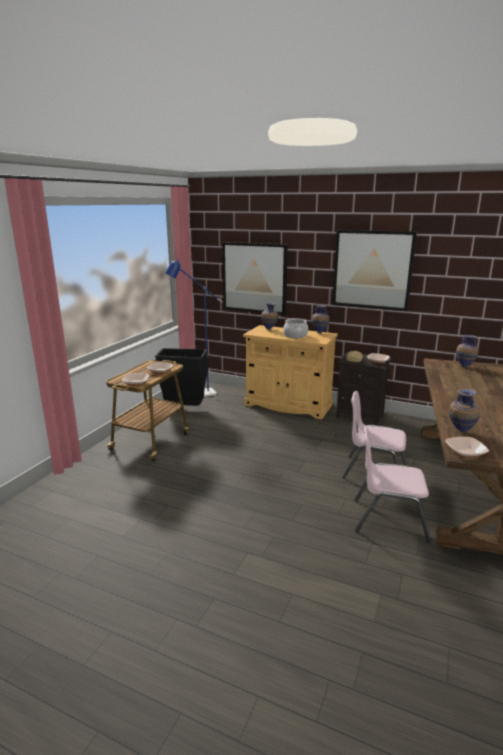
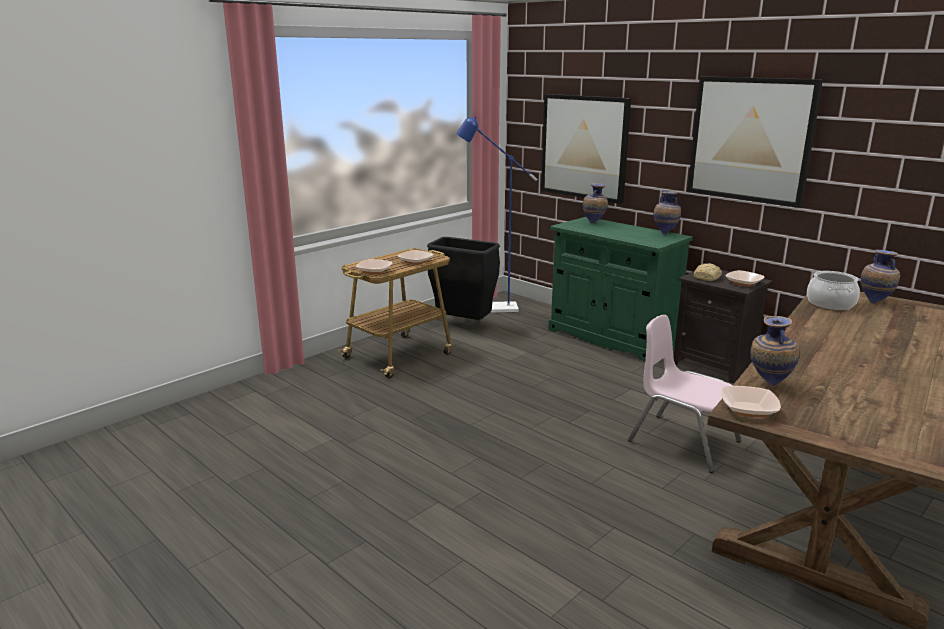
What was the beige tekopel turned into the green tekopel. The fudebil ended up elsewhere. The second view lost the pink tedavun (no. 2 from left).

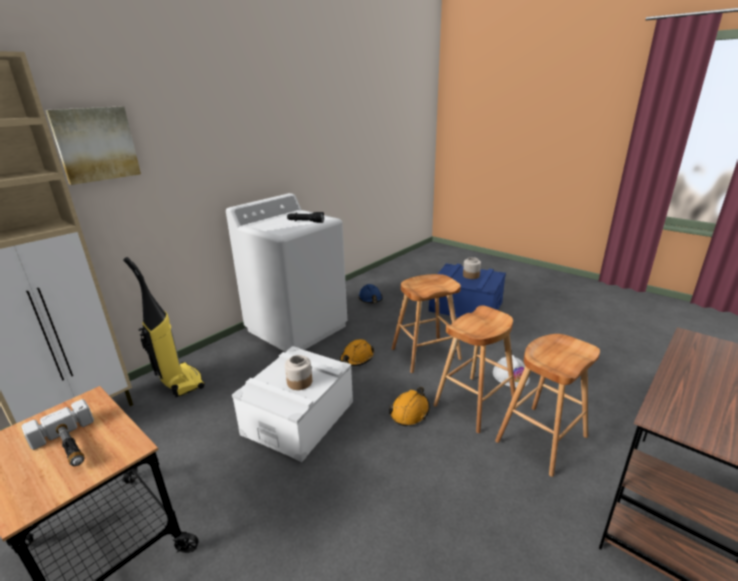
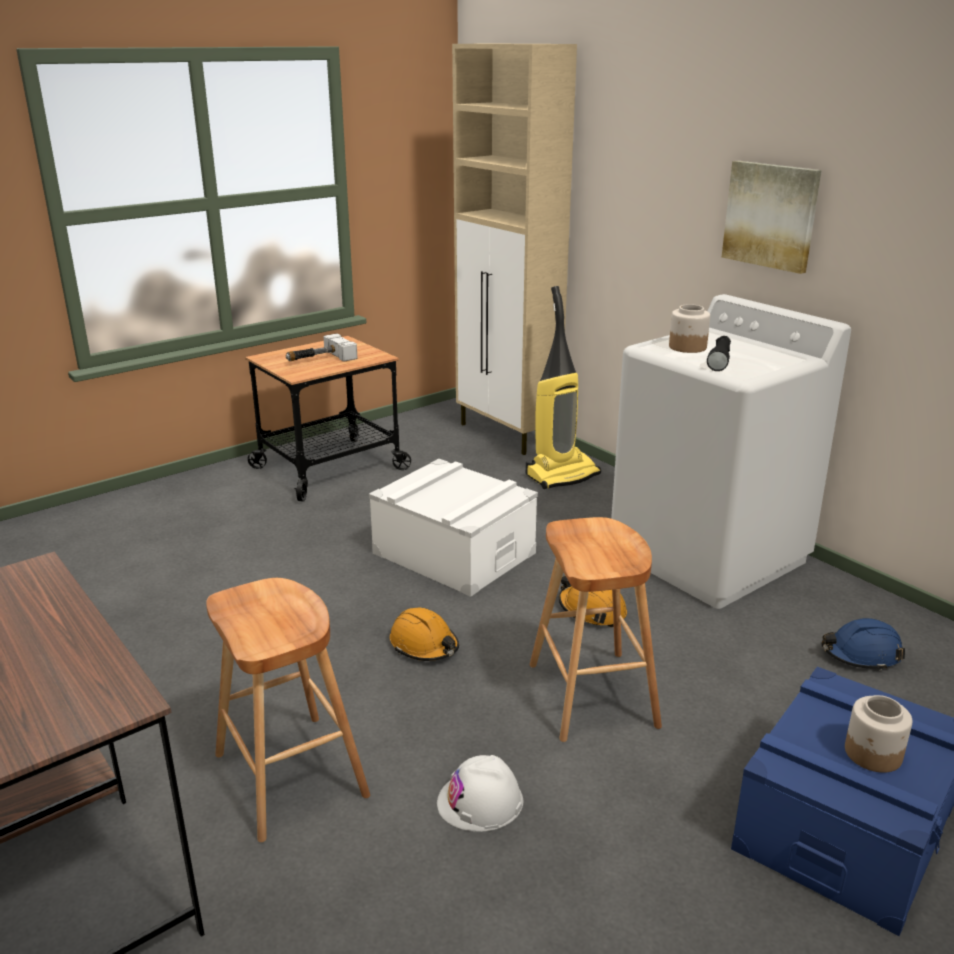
The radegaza ended up elsewhere. The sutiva (no. 1 from left) ended up elsewhere. The second view lost the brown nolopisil (no. 2 from left).

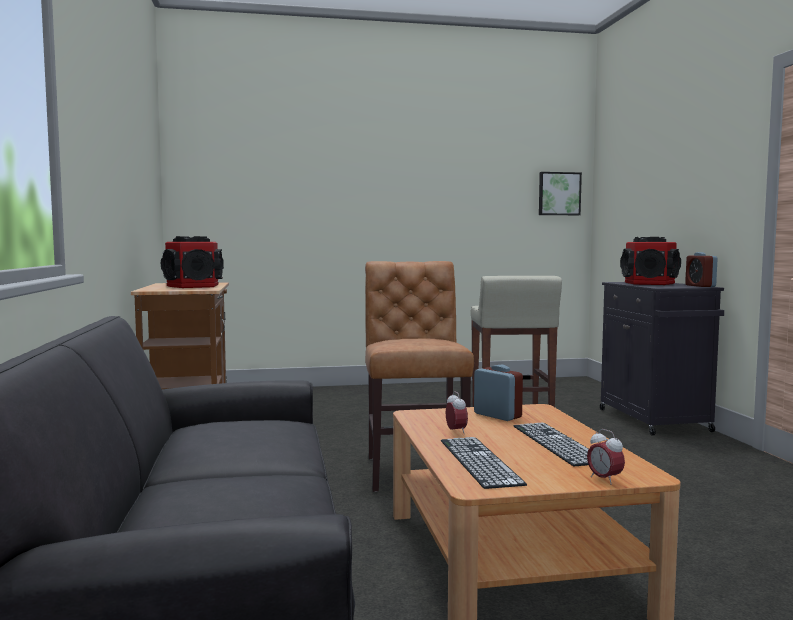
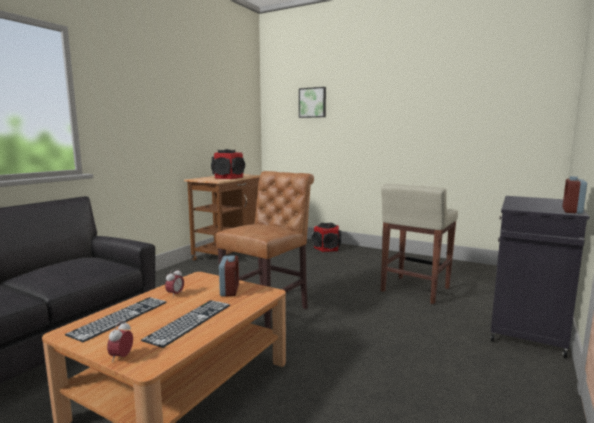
The radegaza ended up elsewhere. The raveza (no. 2 from left) ended up elsewhere.

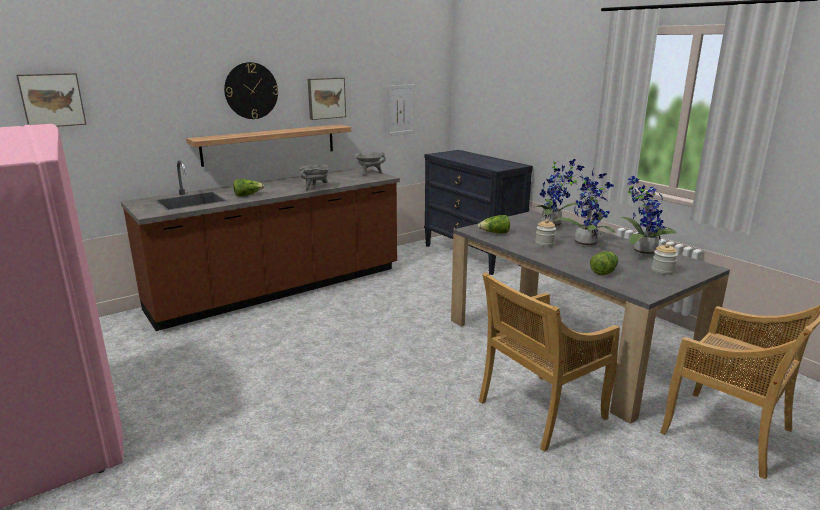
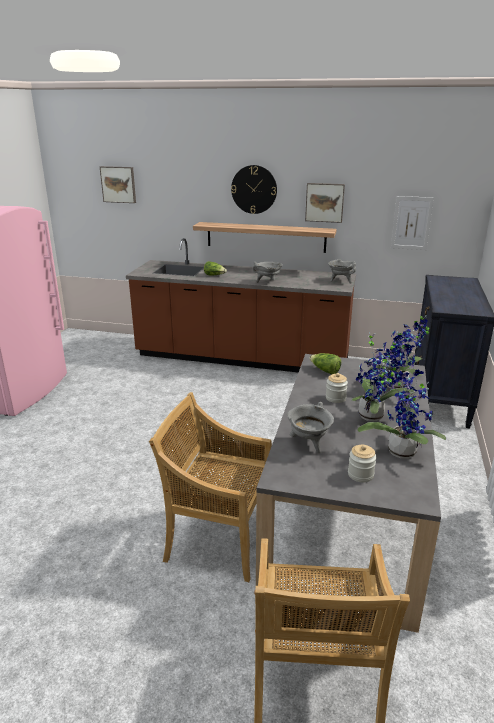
Where the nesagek (no. 3 from left) stood, the grey fudebil (no. 2 from left) came to stand.

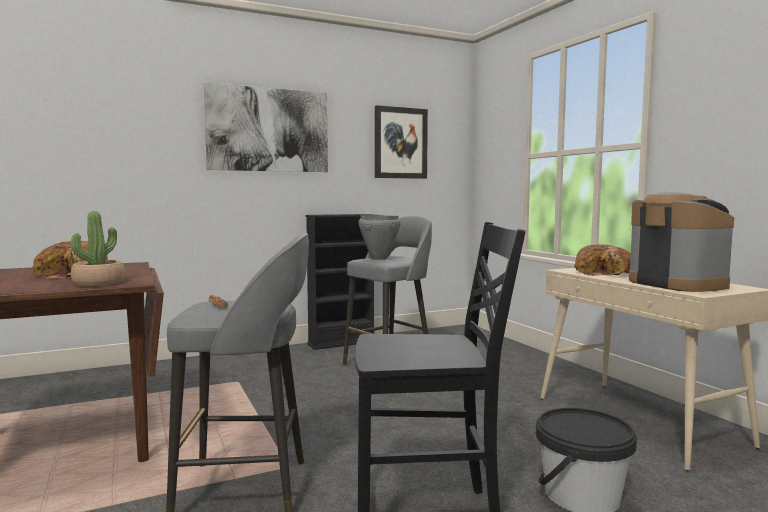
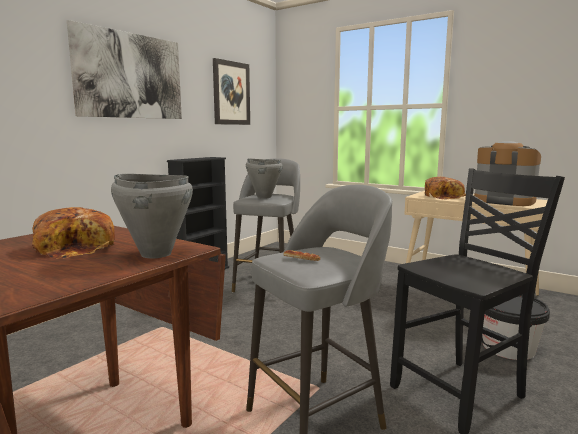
Where the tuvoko stood, the grey fudebil (no. 1 from left) came to stand.

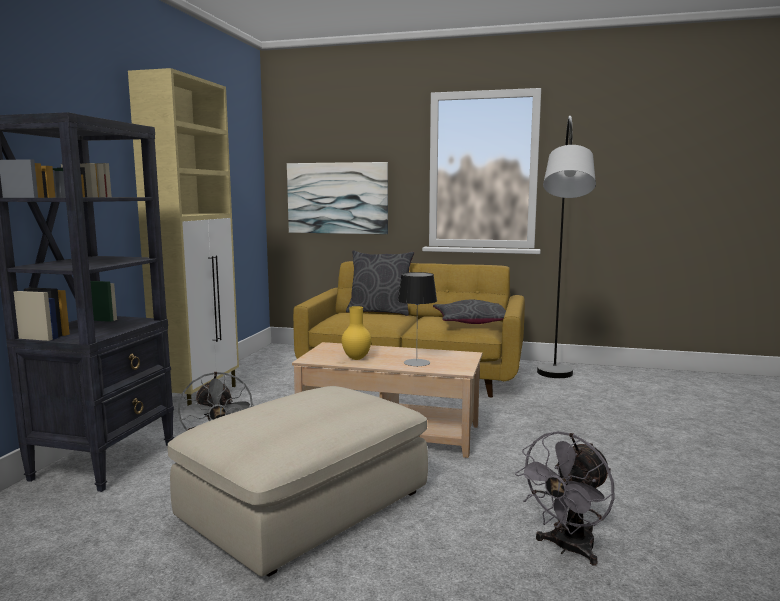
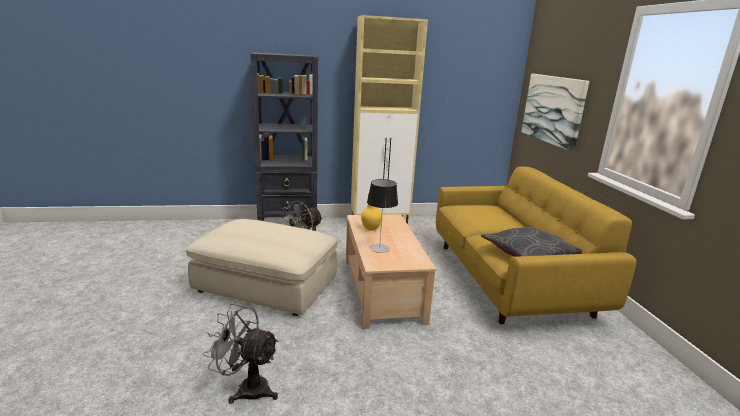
The second view lost the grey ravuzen (no. 1 from left). The second view lost the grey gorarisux.

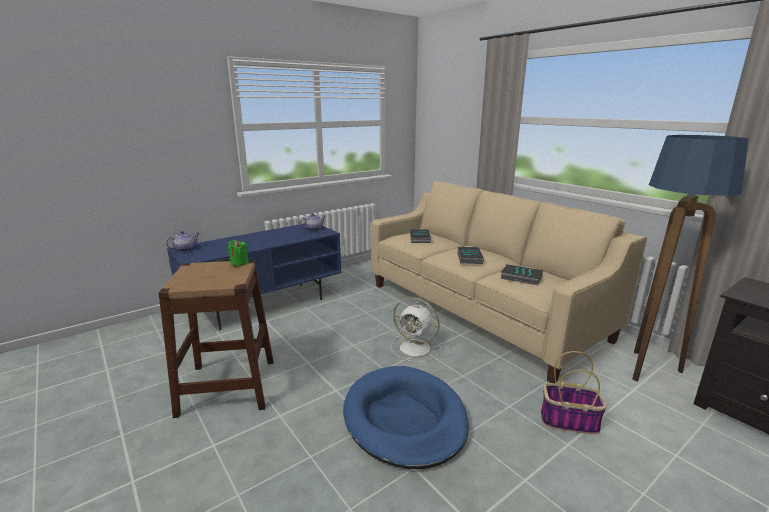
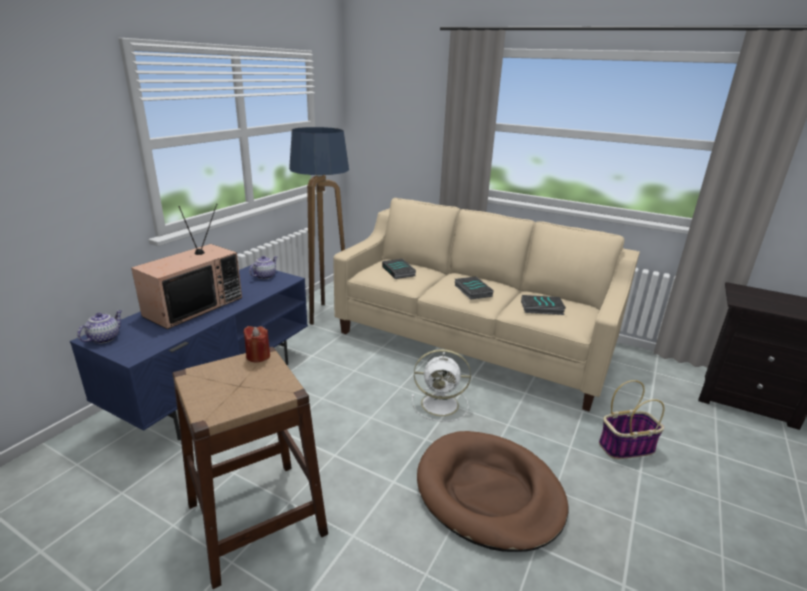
What was the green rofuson turned into the red rofuson. What was the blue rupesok turned into the brown rupesok. The gorarisux ended up elsewhere. The second view gained the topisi.

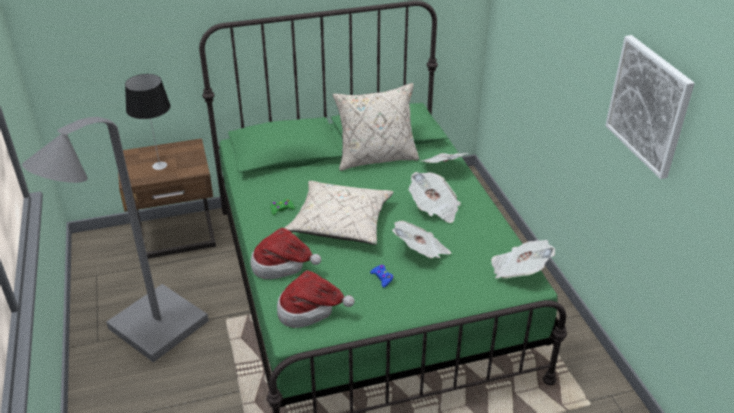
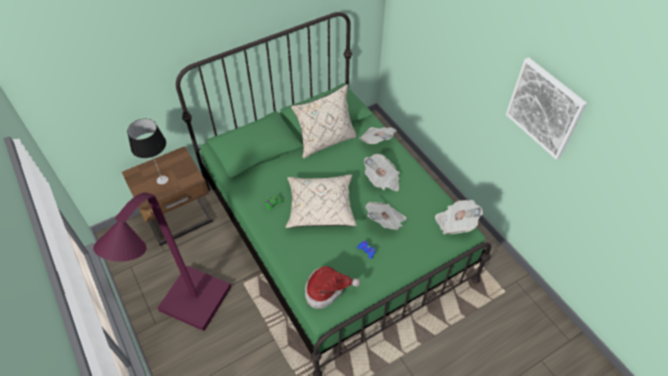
What was the grey gorarisux turned into the purple gorarisux. The second view lost the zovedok (no. 1 from left).

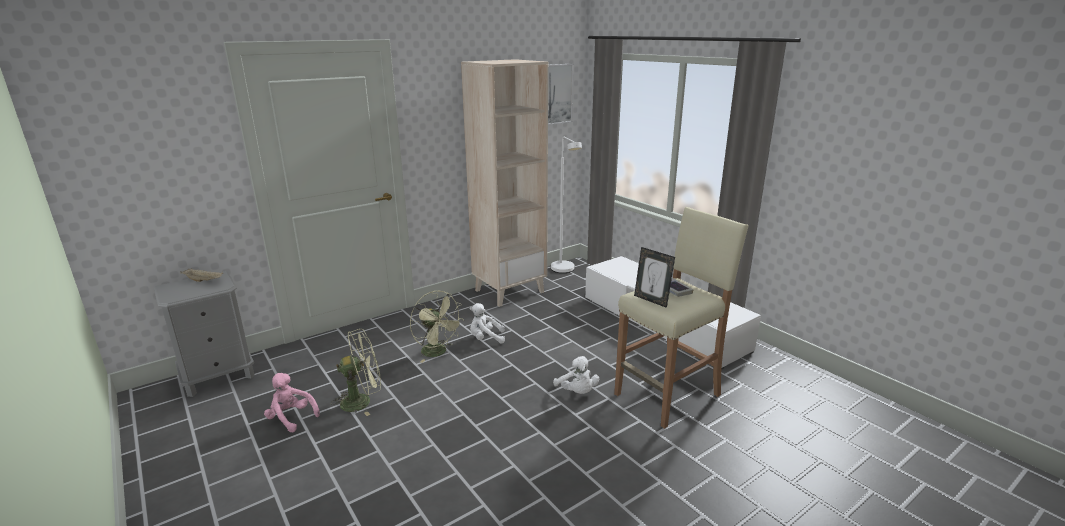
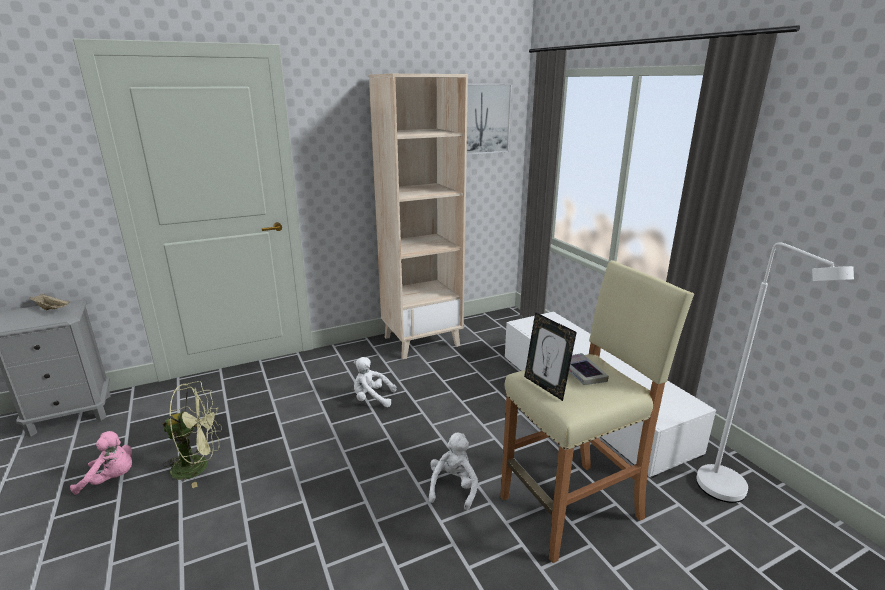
The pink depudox ended up facing another way, 135 degrees clockwise from before. The second view lost the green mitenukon (no. 2 from left). The white gorarisux ended up elsewhere. The white depudox (no. 2 from left) ended up facing another way, 150 degrees counterclockwise from before.

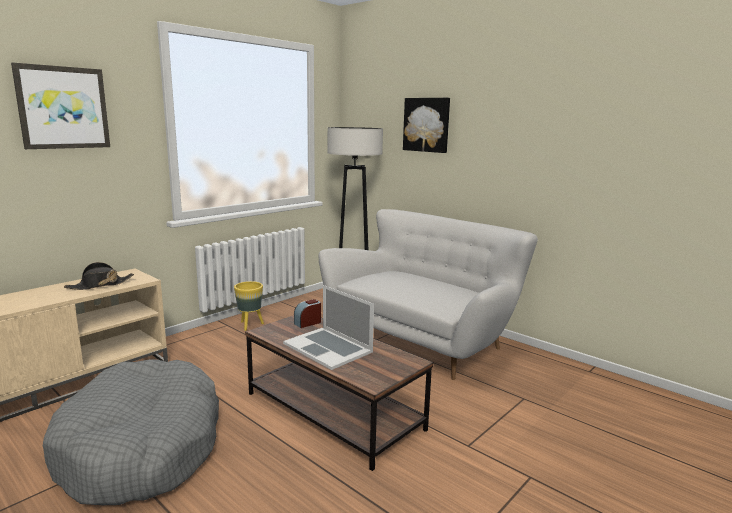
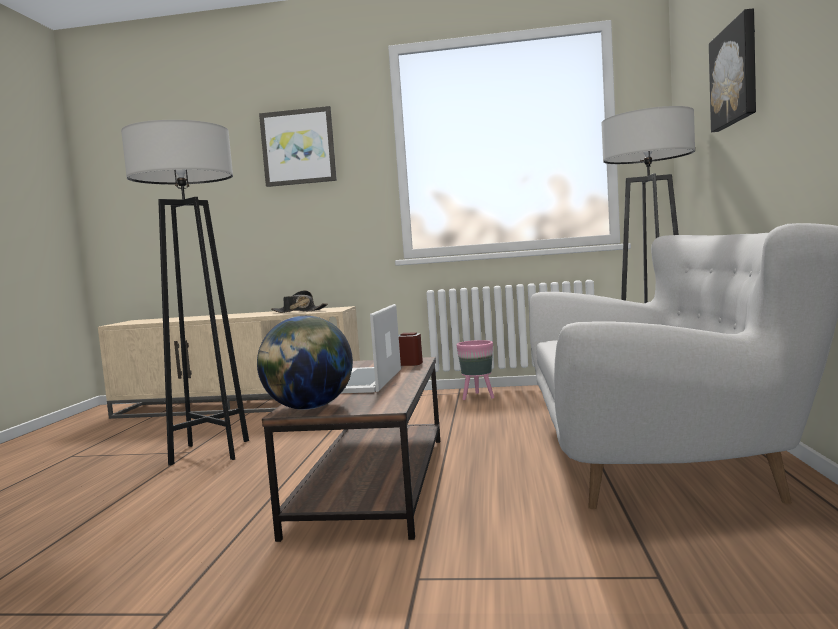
Where the grey rupesok stood, the grey gorarisux (no. 1 from left) came to stand. What was the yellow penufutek turned into the pink penufutek. The second view gained the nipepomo.

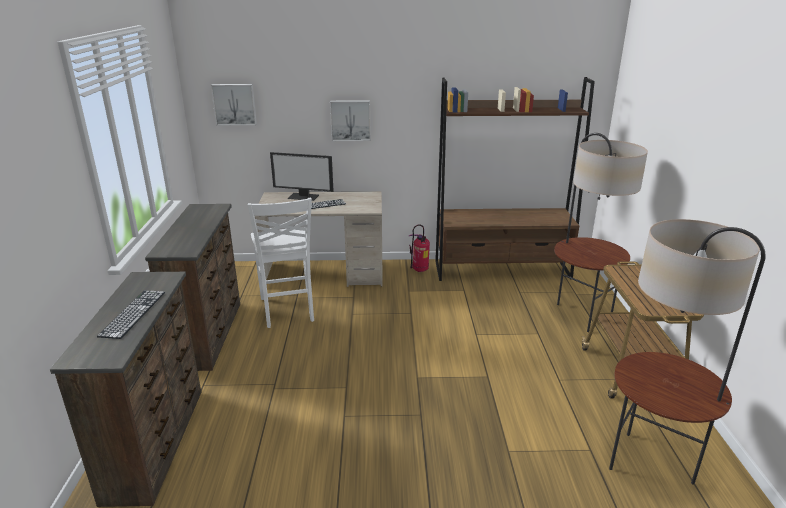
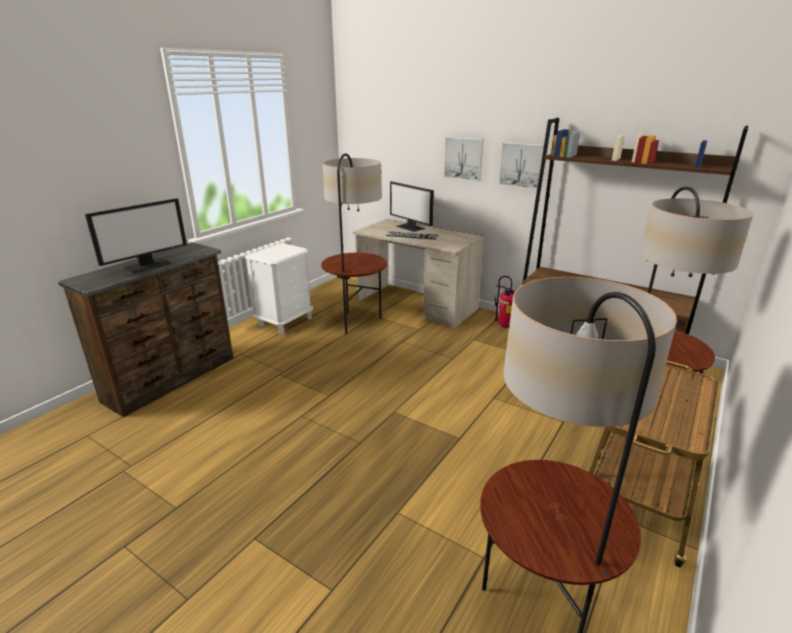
Where the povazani (no. 1 from left) stood, the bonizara (no. 1 from left) came to stand. Where the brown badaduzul (no. 2 from left) stood, the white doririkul came to stand. The radegaza (no. 1 from left in the first image) ended up elsewhere. Where the white tedavun stood, the gorarisux (no. 1 from left) came to stand.

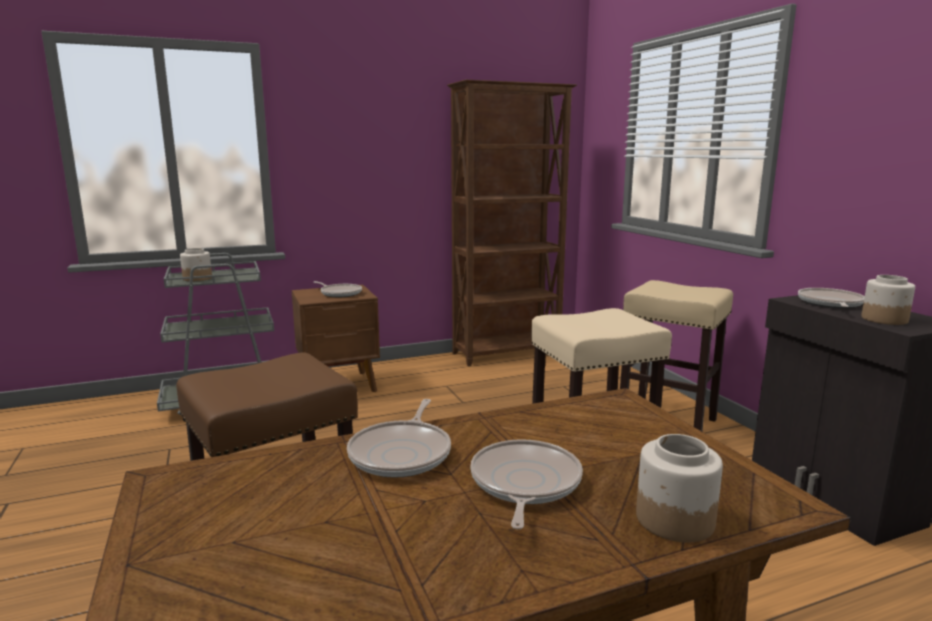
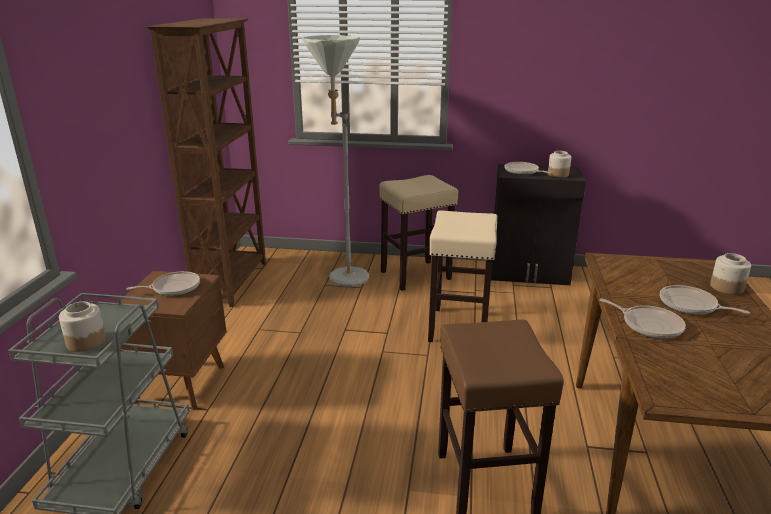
The second view gained the grey gorarisux.

